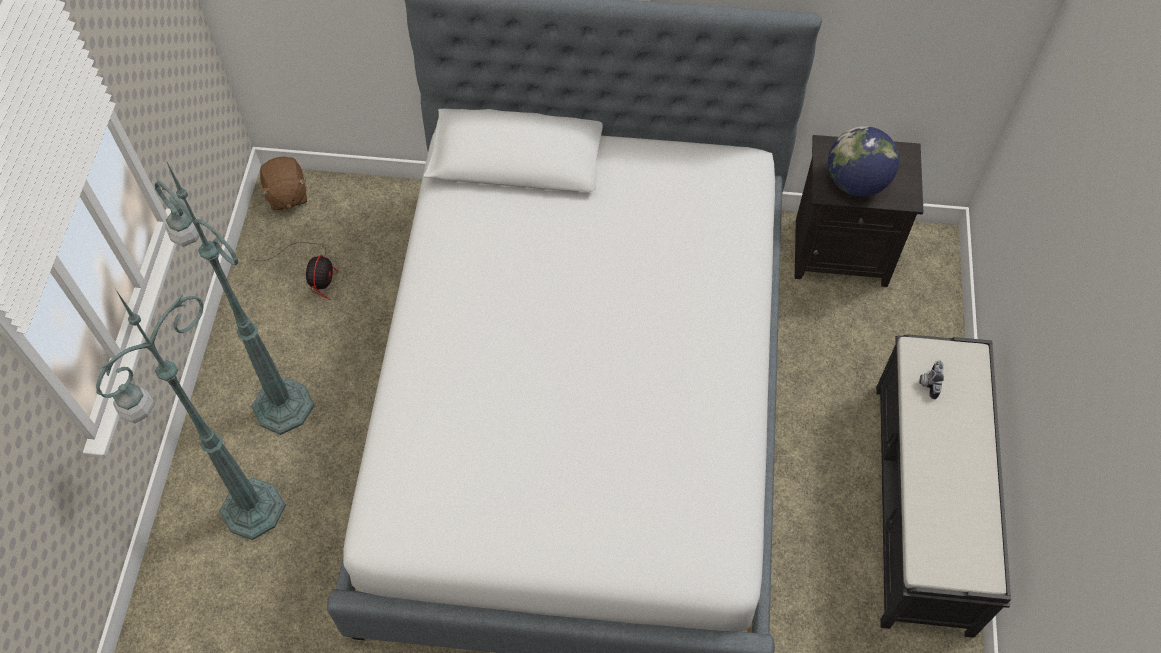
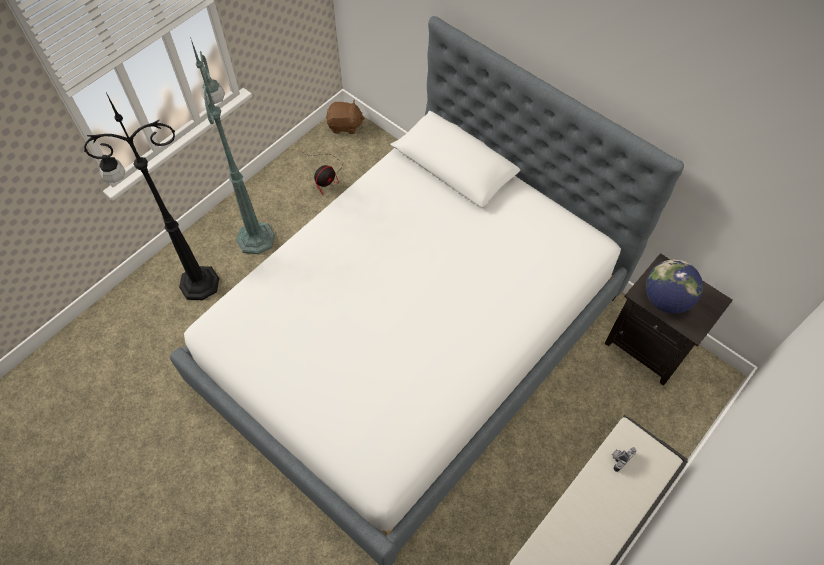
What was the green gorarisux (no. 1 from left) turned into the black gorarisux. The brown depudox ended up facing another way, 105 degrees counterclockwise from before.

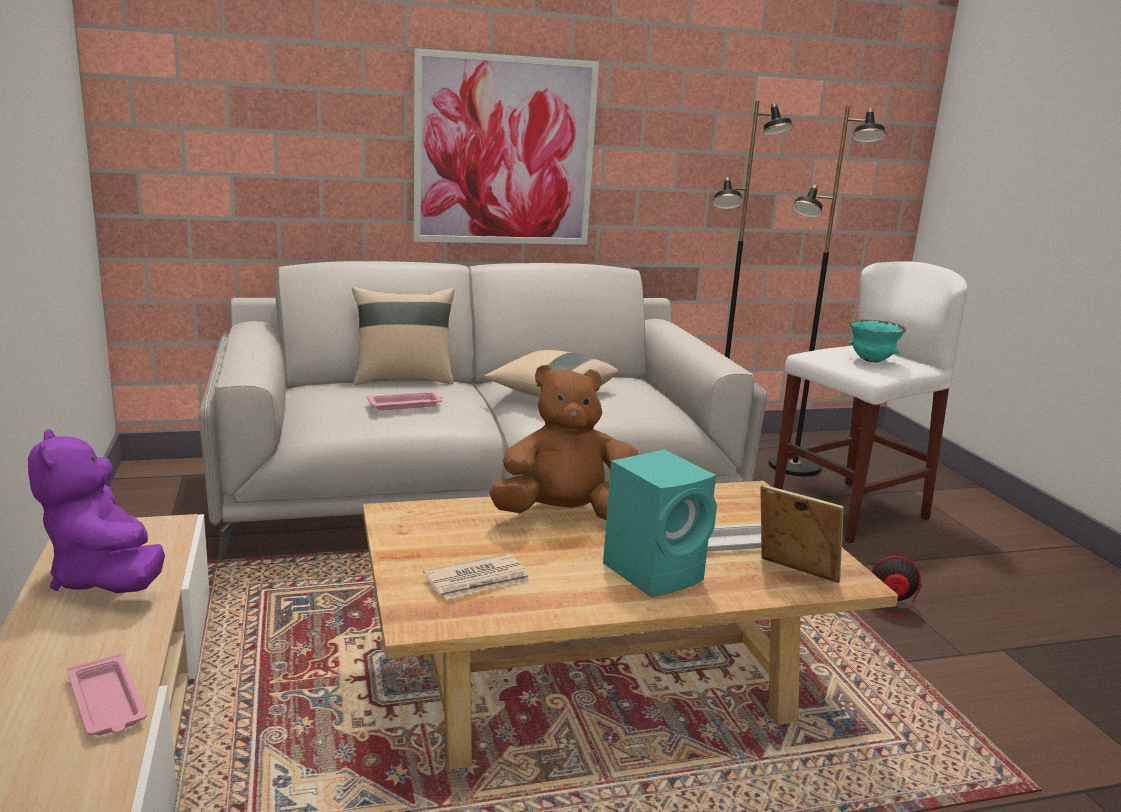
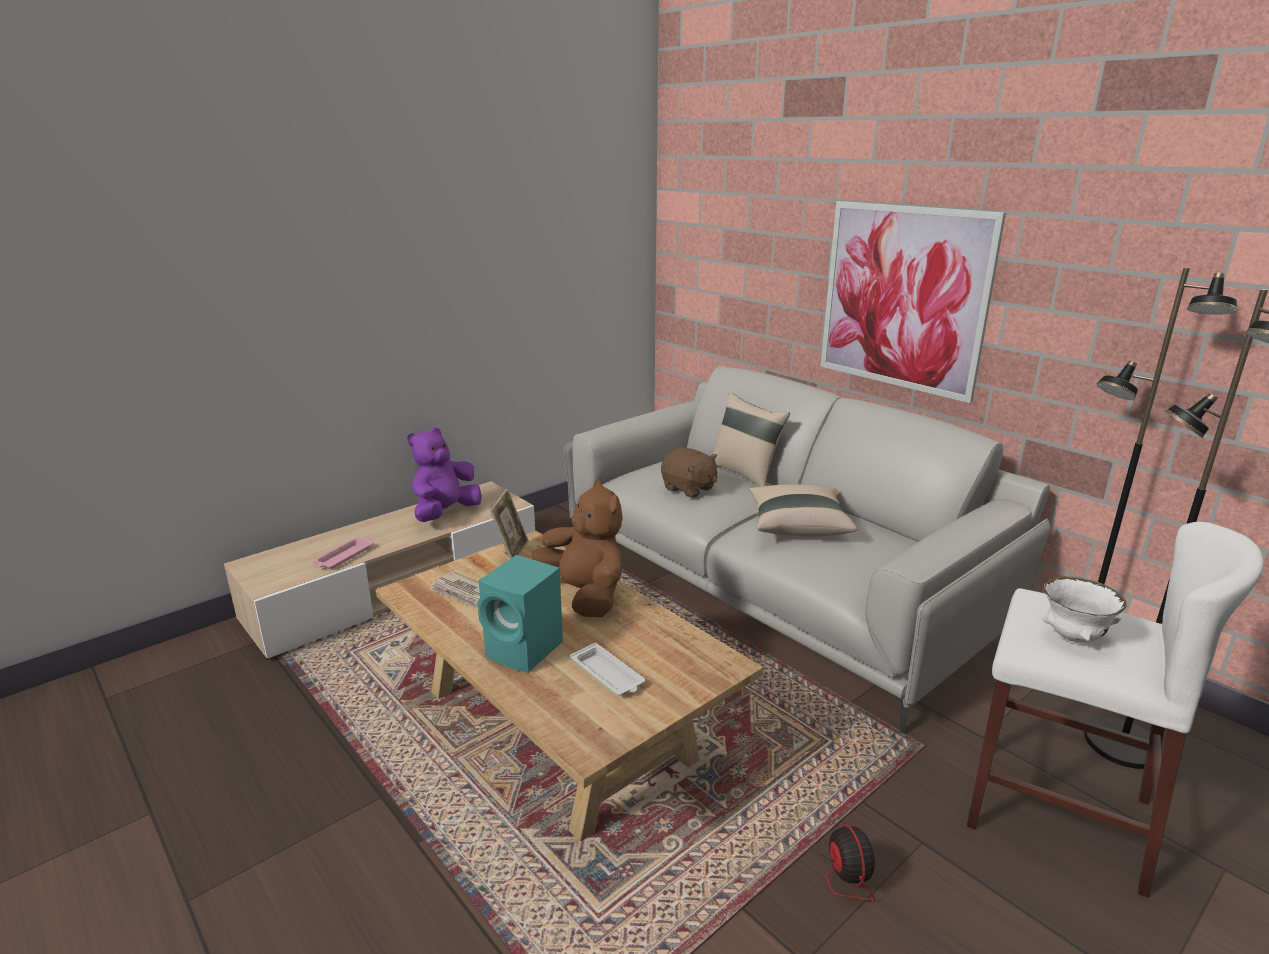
Where the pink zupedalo (no. 2 from left) stood, the brown depudox (no. 2 from left) came to stand. The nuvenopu ended up elsewhere. What was the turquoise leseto turned into the white leseto.

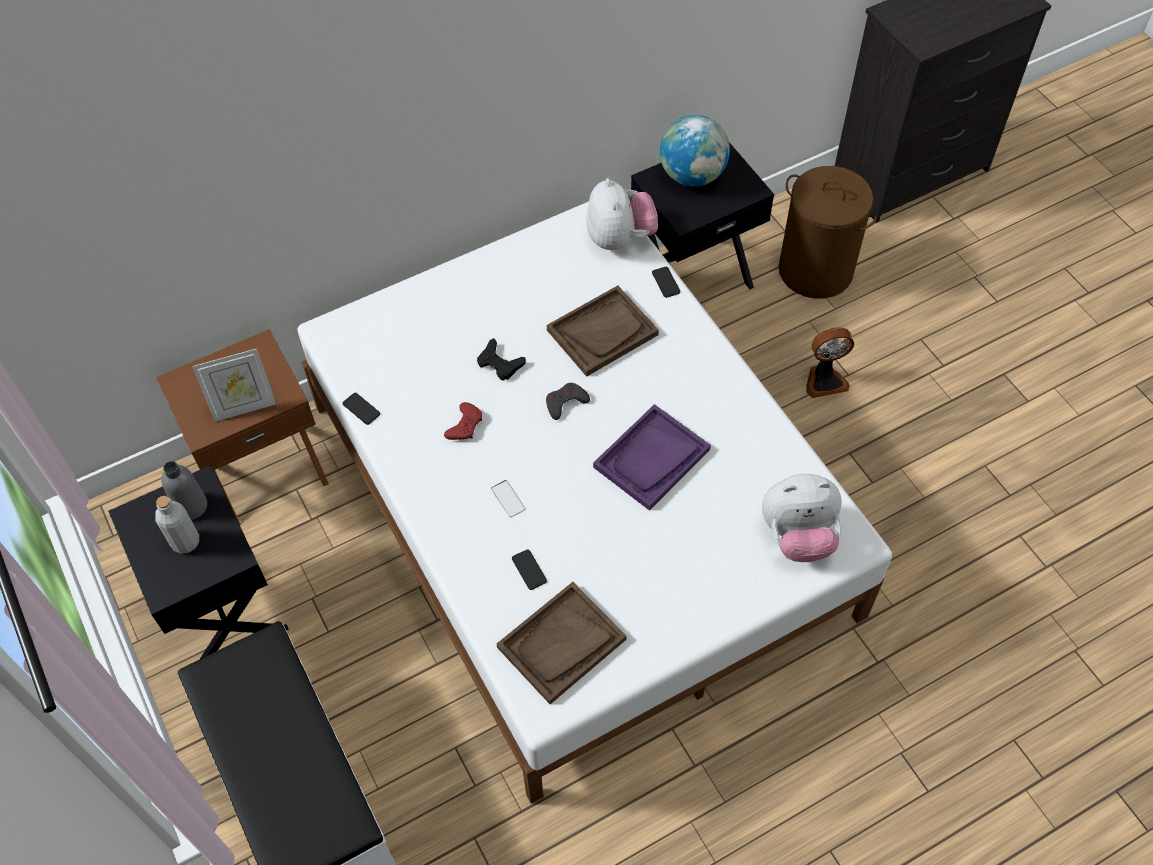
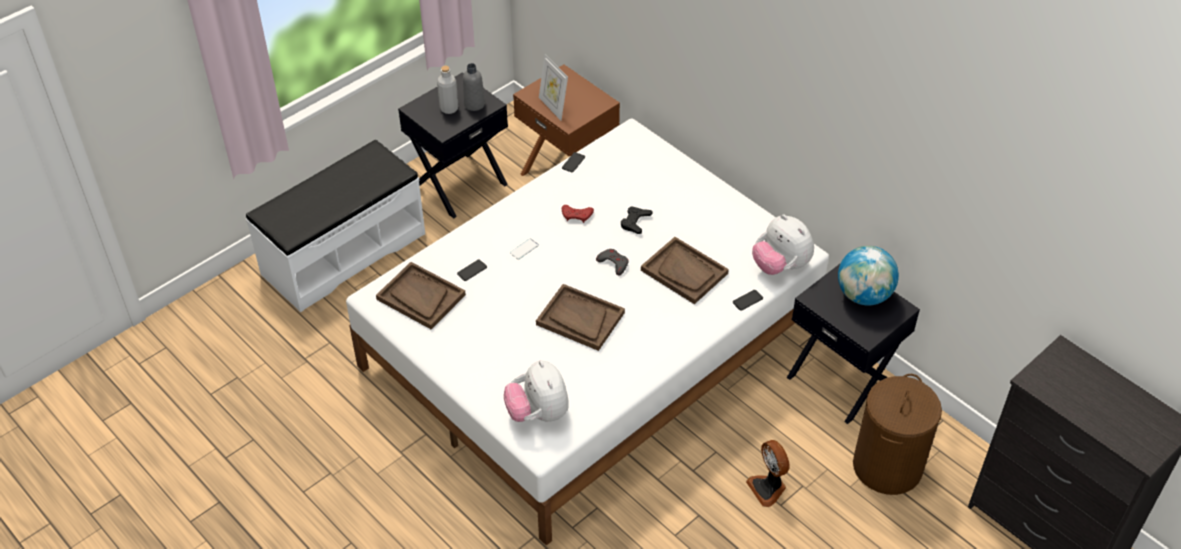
The depudox (no. 1 from left in the first image) ended up facing another way, 75 degrees clockwise from before. What was the purple zupedalo turned into the brown zupedalo (no. 2 from left).

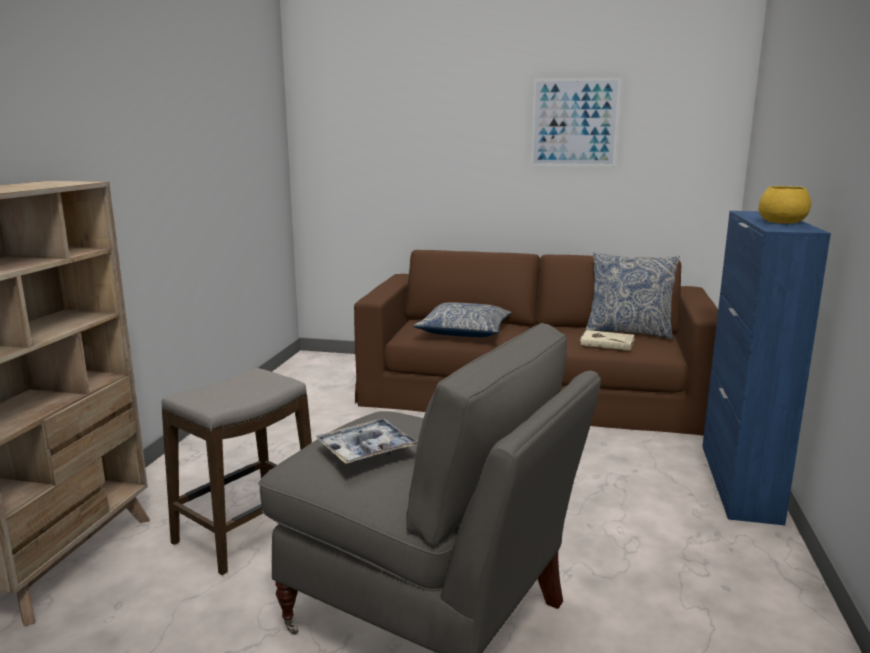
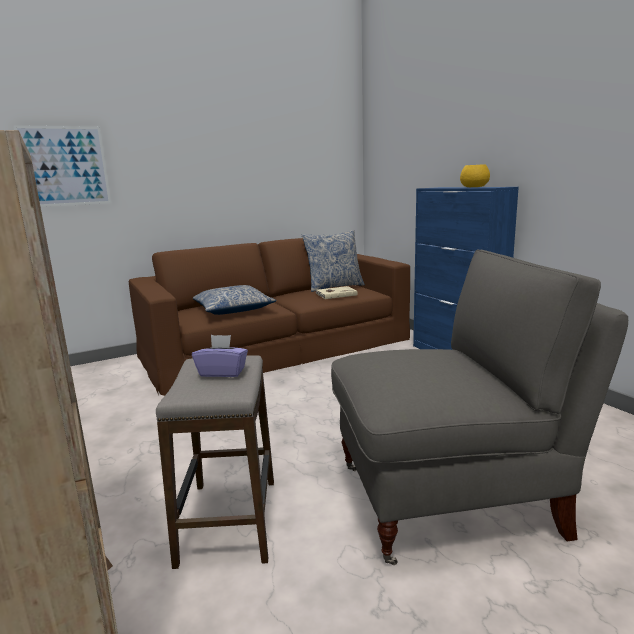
The second view lost the zupedalo. The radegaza ended up elsewhere. The second view gained the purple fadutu.

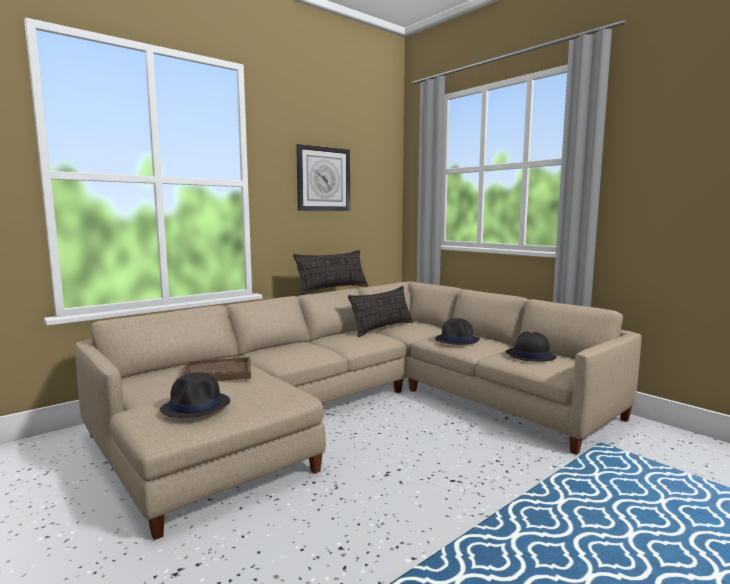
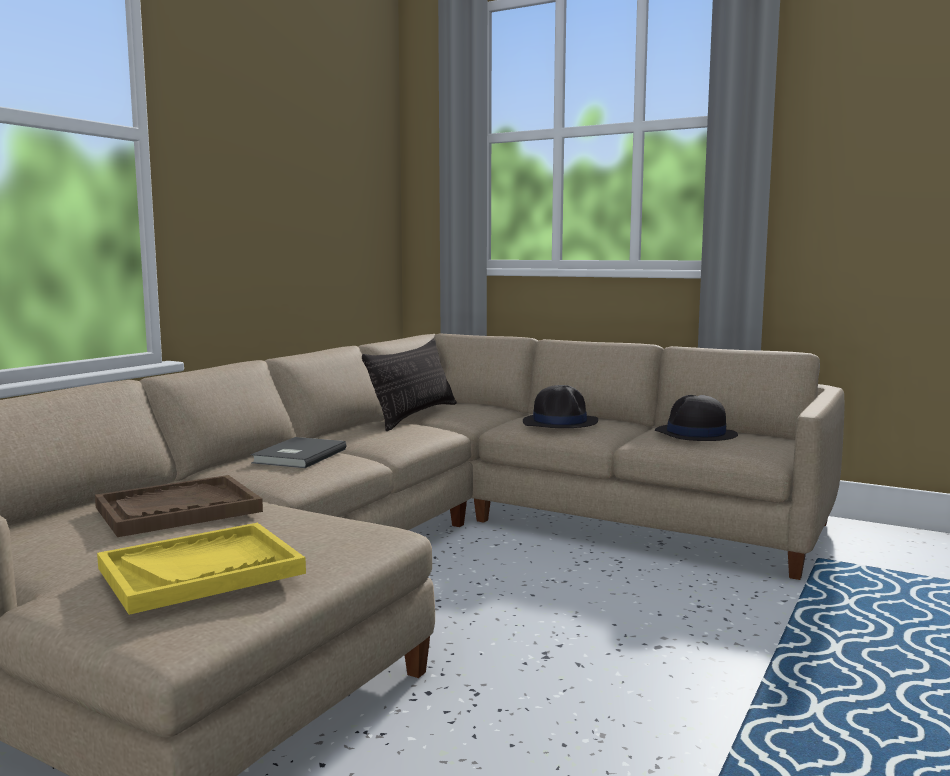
Where the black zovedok (no. 1 from left) stood, the yellow zupedalo came to stand. The second view lost the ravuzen (no. 1 from left). The second view lost the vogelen. The second view gained the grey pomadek.

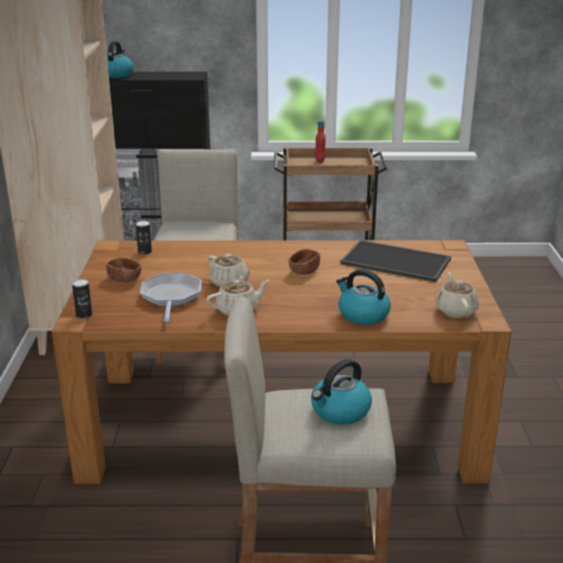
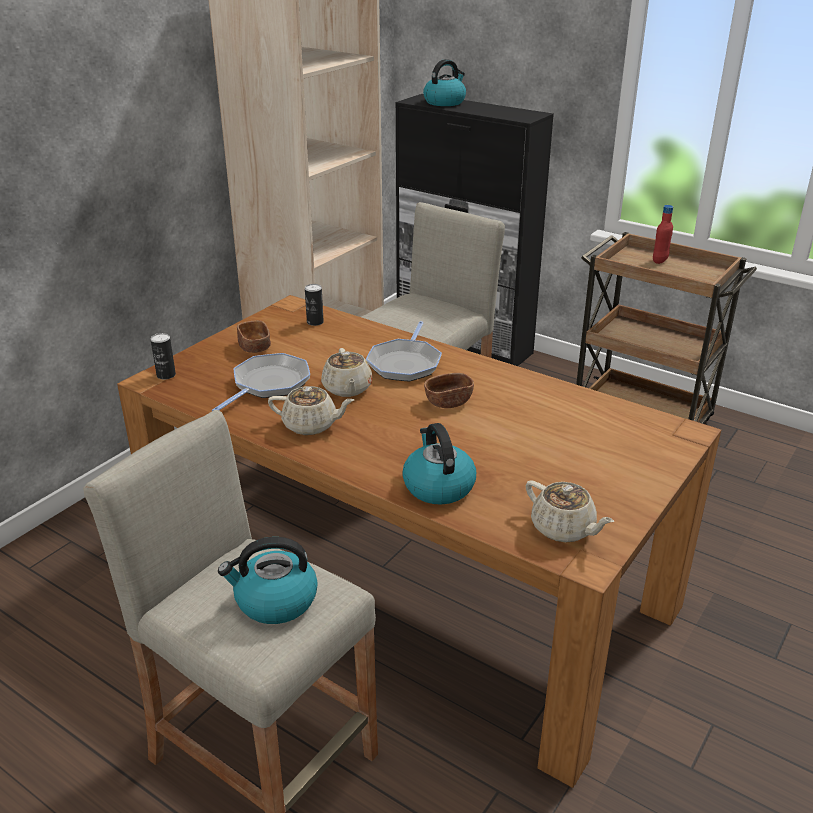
The second view lost the zupedalo. The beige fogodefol (no. 3 from left) ended up facing another way, 105 degrees clockwise from before. The second view gained the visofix (no. 2 from left).

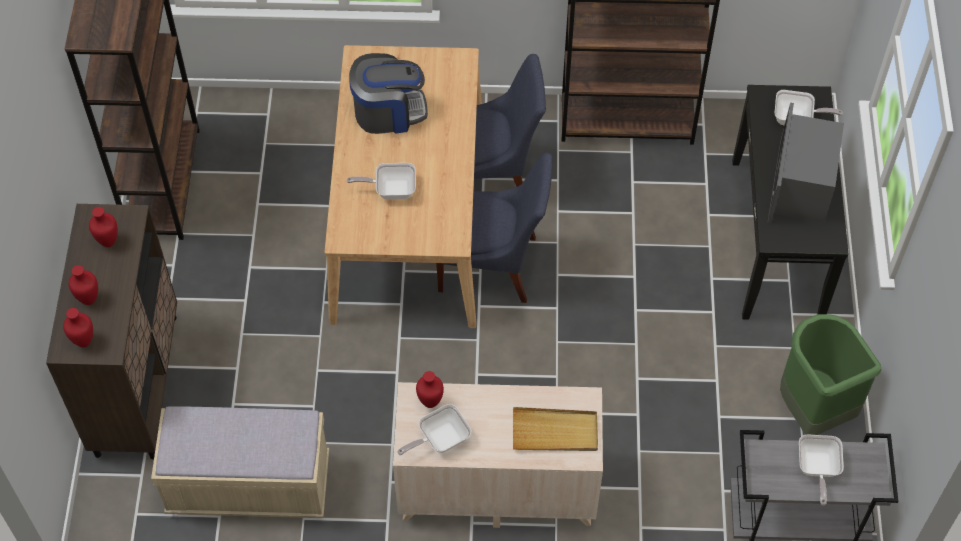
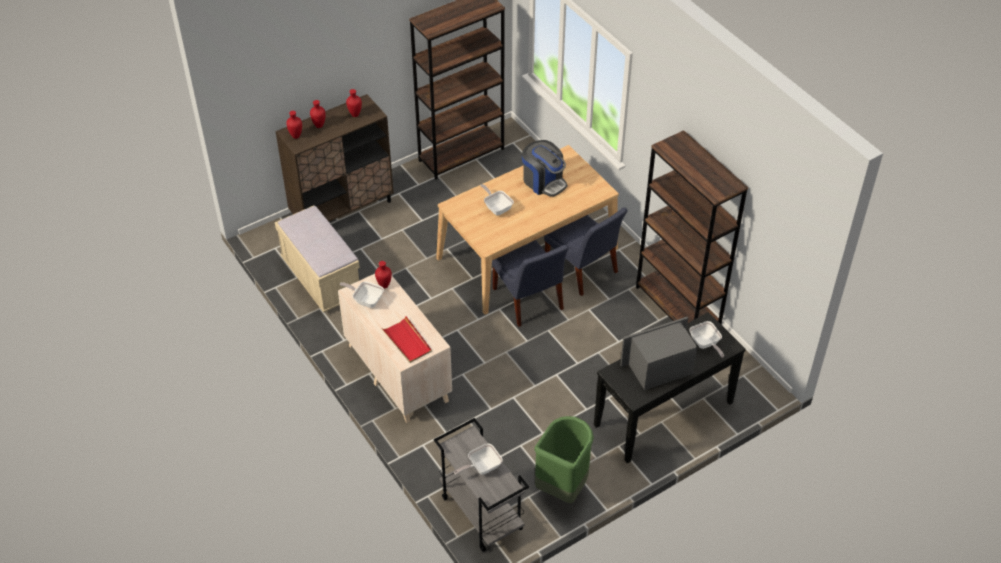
What was the beige zupedalo turned into the red zupedalo.

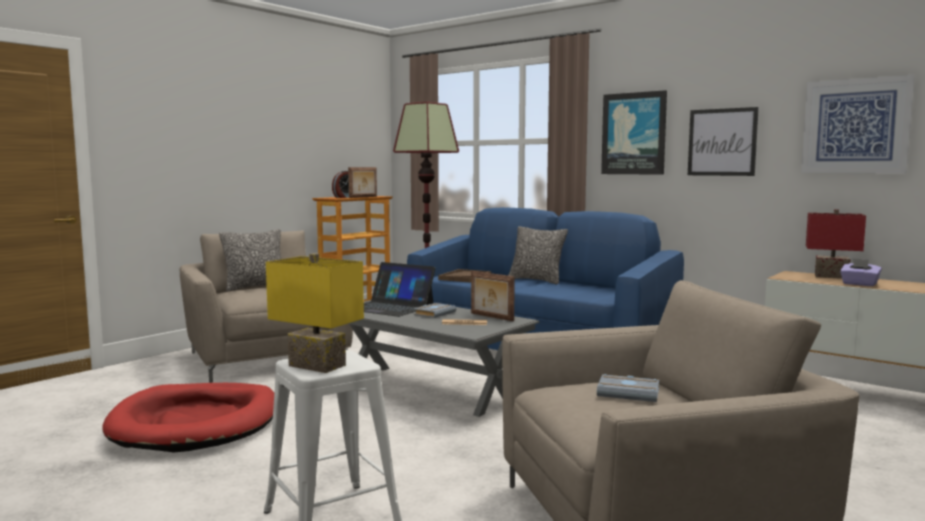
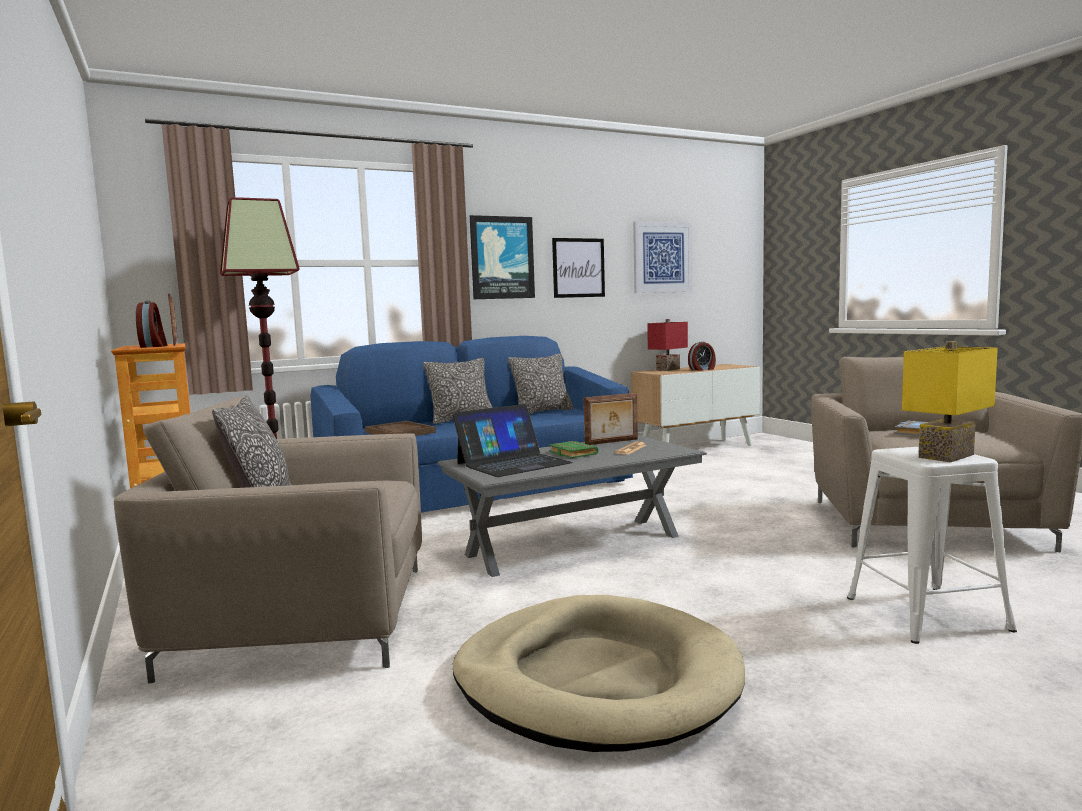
What was the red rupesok turned into the beige rupesok. What was the grey pomadek (no. 1 from left) turned into the green pomadek. Where the purple fadutu stood, the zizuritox (no. 2 from left) came to stand. The second view gained the ravuzen (no. 3 from left).

